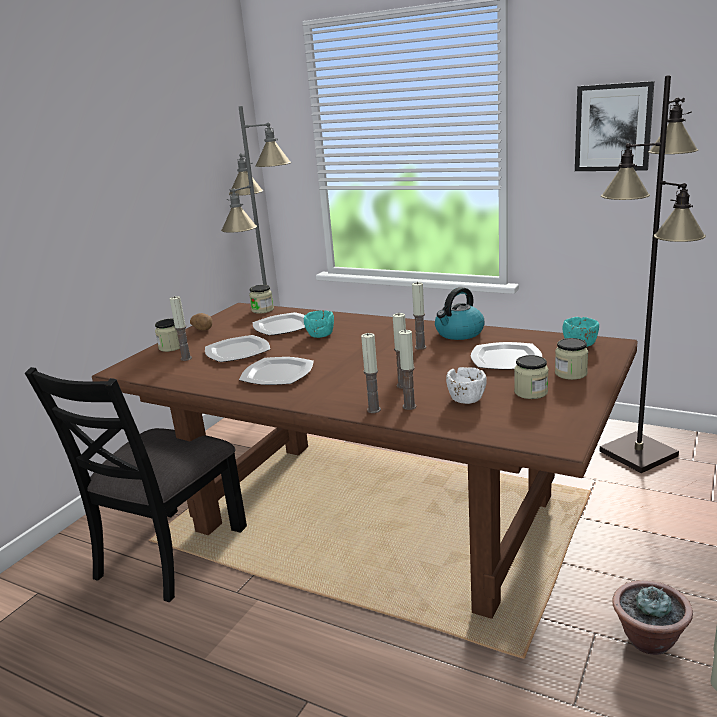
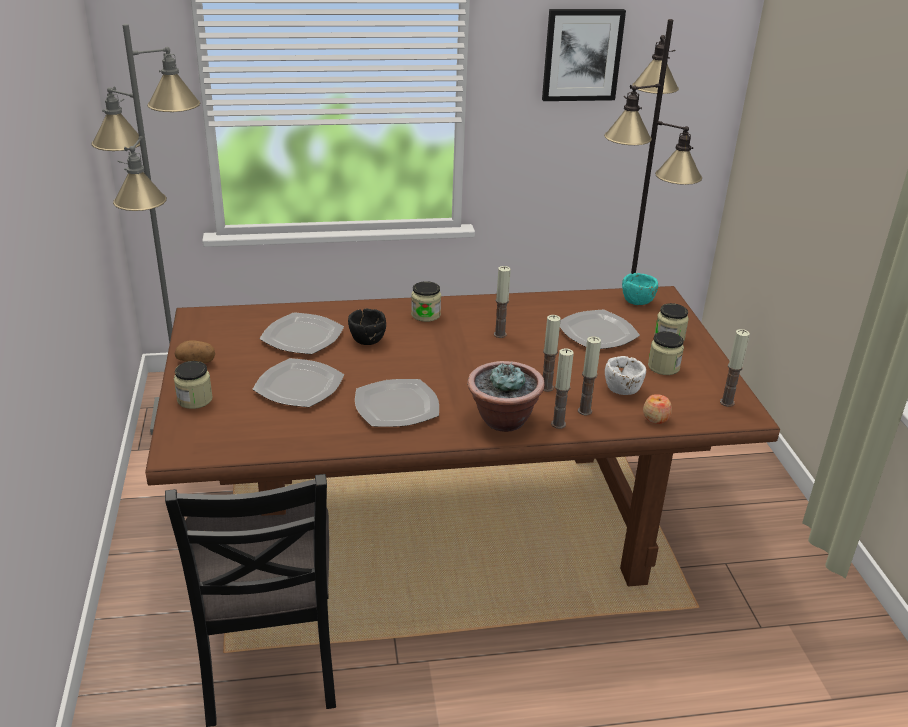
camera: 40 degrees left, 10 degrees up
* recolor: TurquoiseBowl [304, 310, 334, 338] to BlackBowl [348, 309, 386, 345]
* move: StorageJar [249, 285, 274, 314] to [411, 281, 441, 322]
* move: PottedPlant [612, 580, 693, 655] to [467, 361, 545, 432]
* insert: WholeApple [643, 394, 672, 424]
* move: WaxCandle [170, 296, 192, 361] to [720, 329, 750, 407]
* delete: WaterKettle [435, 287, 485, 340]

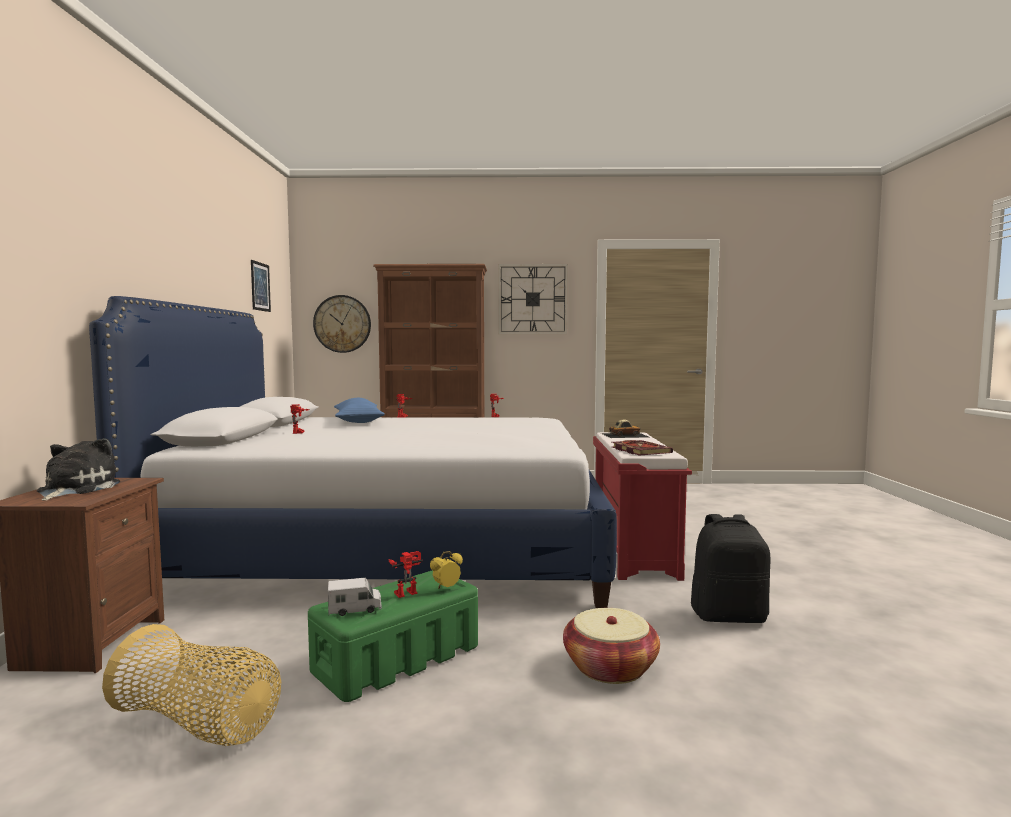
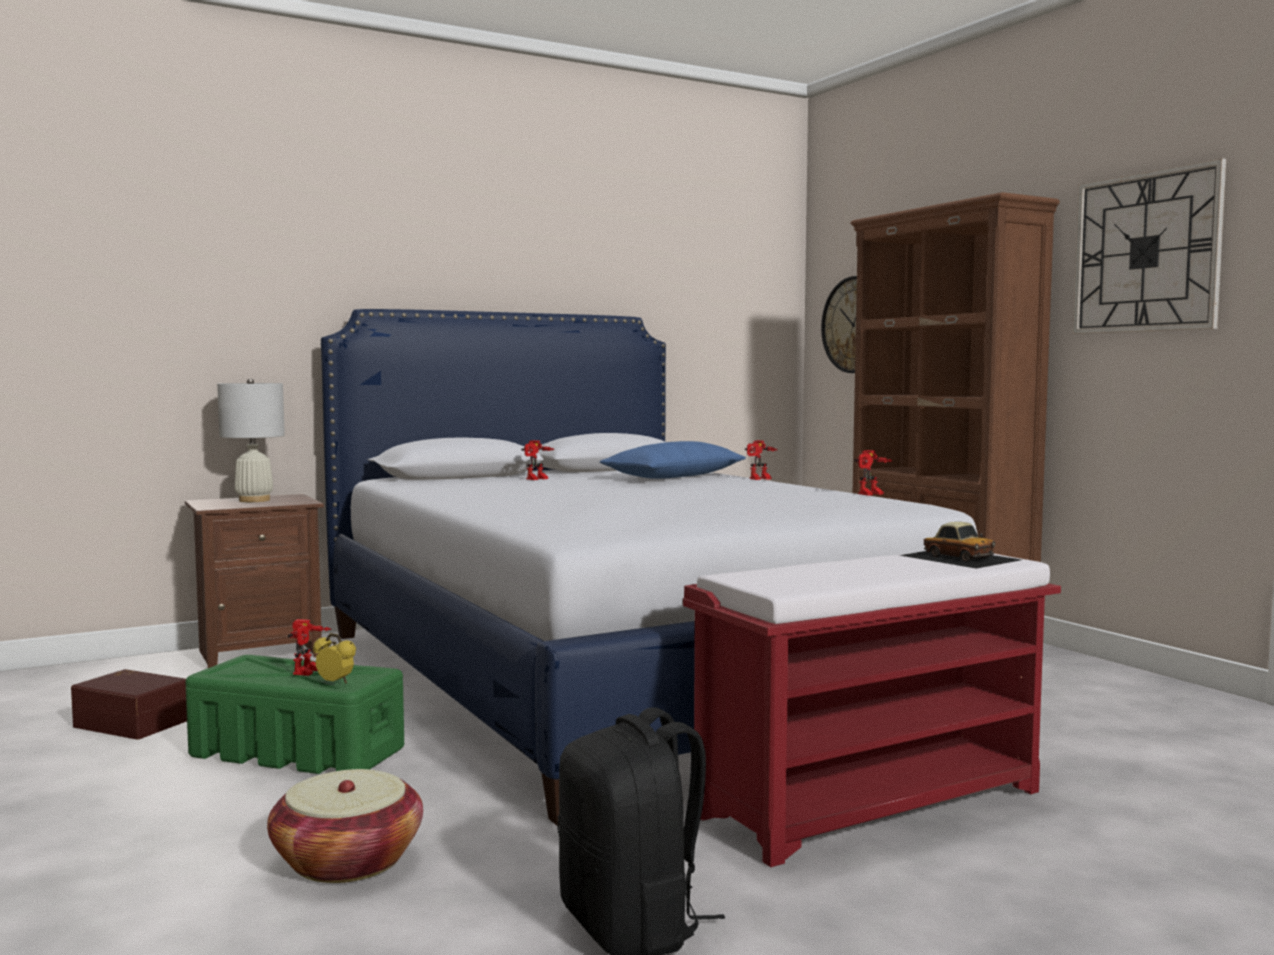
camera: 60 degrees right, 0 degrees up
* replace: StorageBasket [102, 624, 281, 746] to BrownStorageBin [71, 669, 187, 740]
* replace: CuddlyToy [37, 438, 120, 501] to WhitishTableLamp [217, 378, 285, 502]
* rotate: RobotFigure [388, 551, 423, 598] = [288, 619, 332, 676] 75 degrees clockwise
* delete: WallArt [251, 260, 271, 312]
* delete: ModelTruck [328, 578, 382, 616]
* delete: Volume [612, 440, 673, 456]

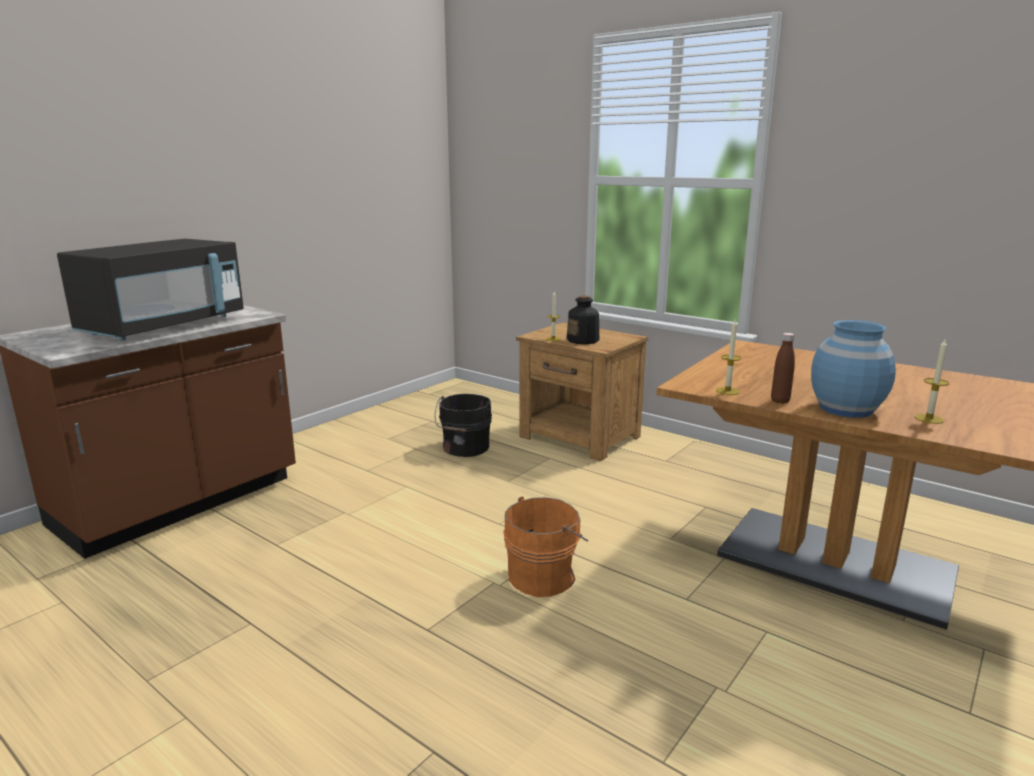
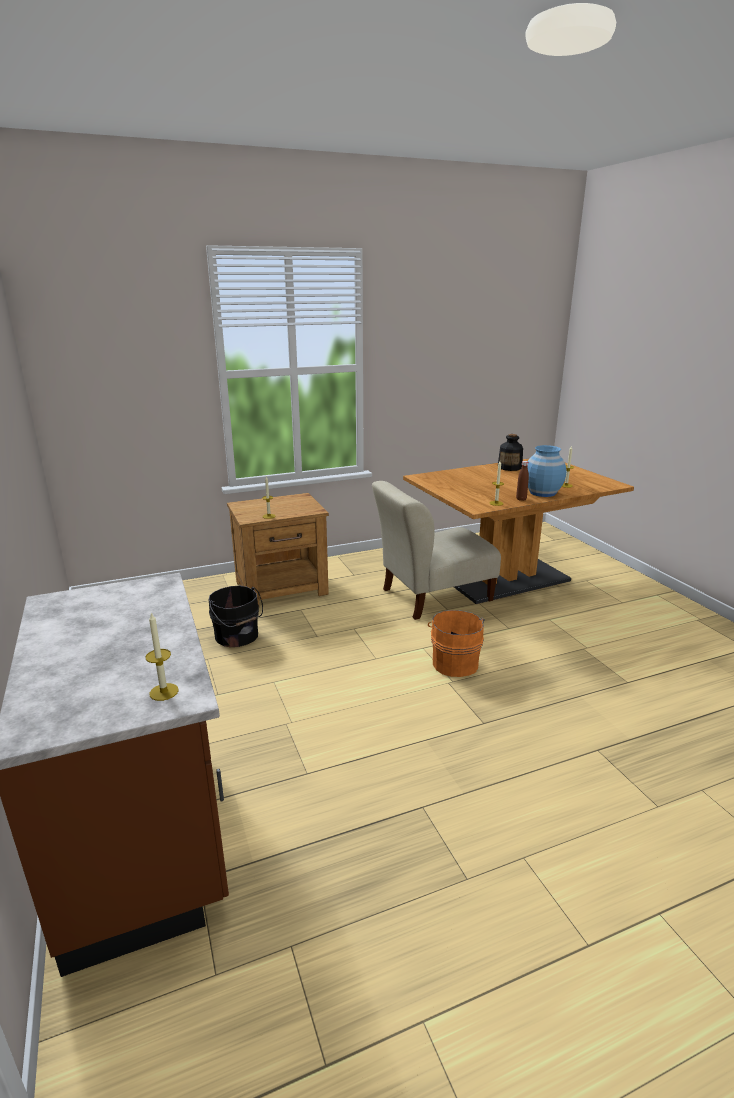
camera: 60 degrees left, 5 degrees up
* insert: WaxCandle [145, 613, 179, 701]
* insert: BeigeColouredPlainChair [372, 481, 501, 620]
* move: Bottle [567, 296, 599, 344] to [498, 434, 523, 471]
* delete: BlackKitchenMicrowave [57, 239, 244, 341]

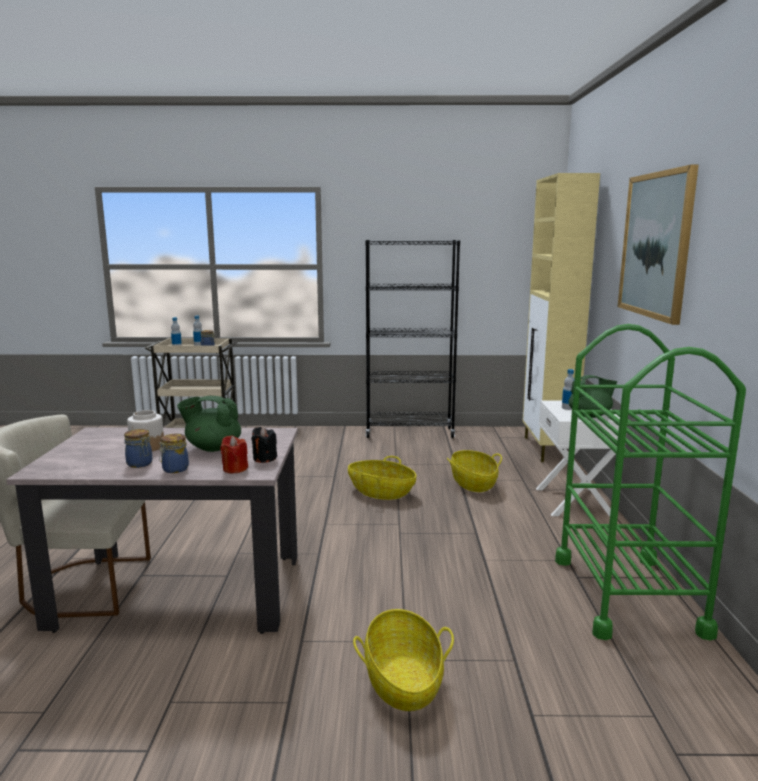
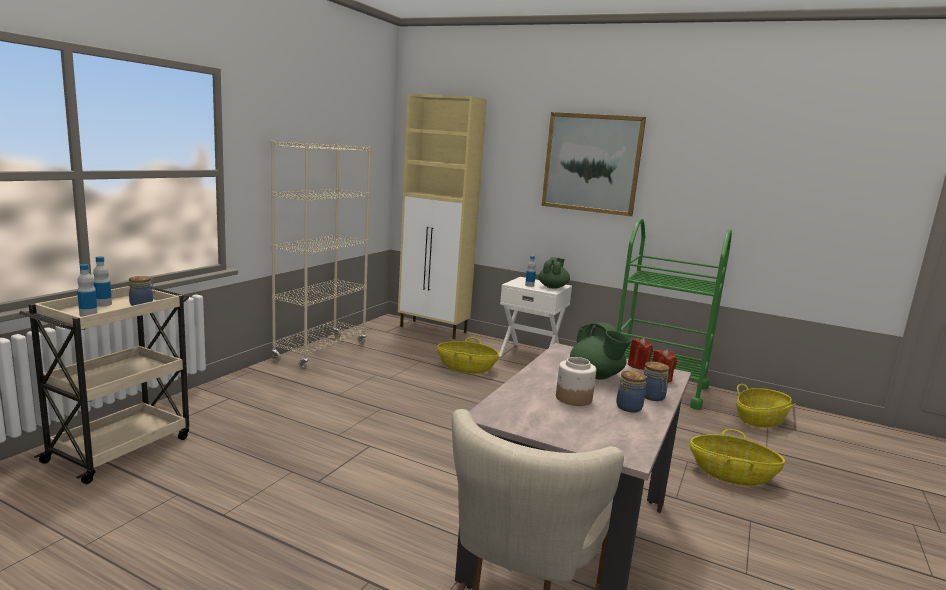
camera: 65 degrees left, 0 degrees up
* recolor: BlackShelvingUnit [365, 240, 460, 438] to BeigeColouredShelvingUnit [271, 141, 371, 369]
* rotate: GreenTeapot [177, 396, 241, 452] = [570, 322, 631, 379] 60 degrees counterclockwise
* recolor: BlackWaxCandle [252, 427, 277, 463] to ReddishWaxCandle [628, 338, 653, 370]
* move: StorageBasket [348, 456, 417, 500] to [736, 384, 796, 428]

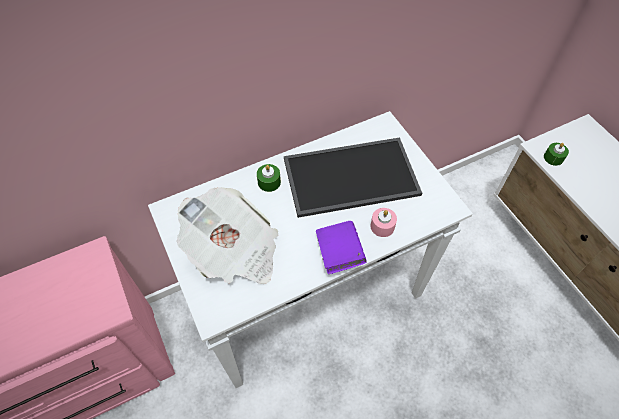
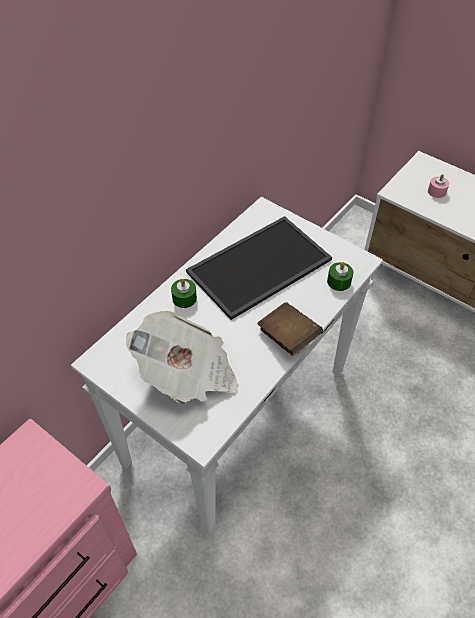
camera: 25 degrees left, 5 degrees down
* recolor: PurpleColouredVolume [316, 221, 367, 274] to BrownVolume [257, 302, 323, 356]
* move: GreenWaxCandle [544, 143, 569, 166] to [327, 262, 353, 291]
* move: PinkColouredWaxCandle [370, 208, 397, 237] to [428, 174, 449, 198]

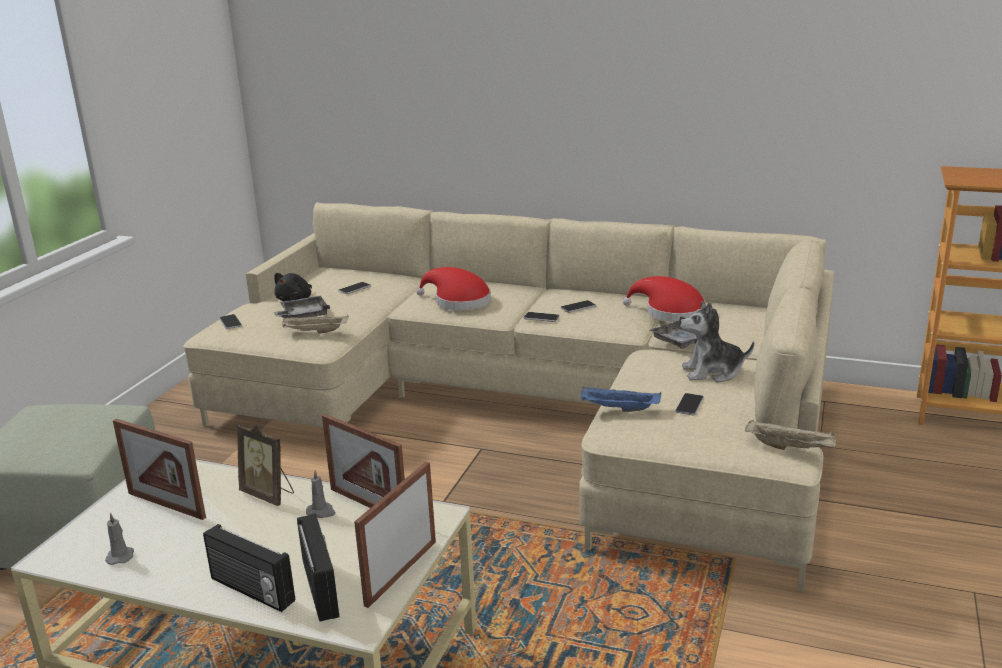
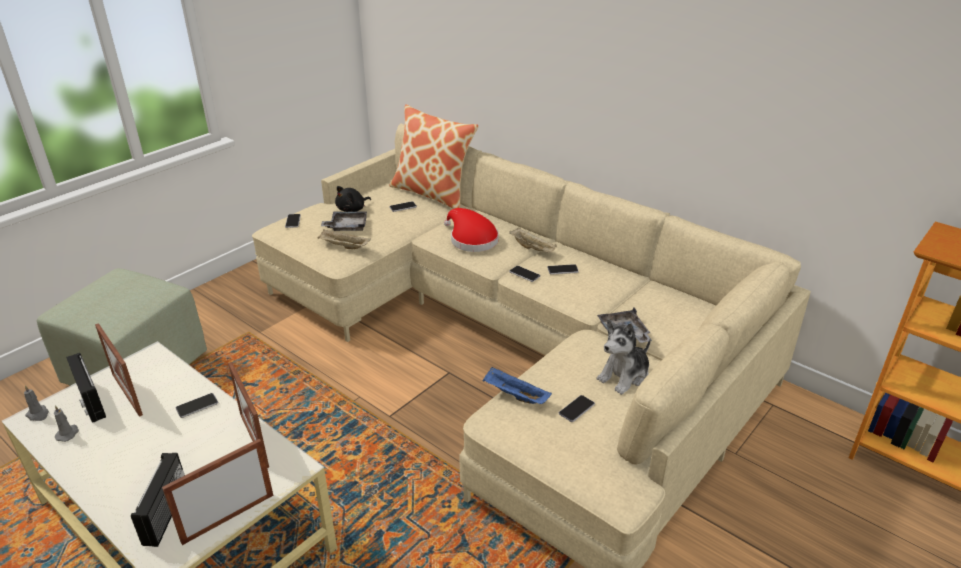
camera: 20 degrees right, 10 degrees up
* move: GreyWaxCandle [306, 470, 336, 518] to [24, 385, 49, 421]
* move: Radio [203, 524, 295, 612] to [66, 353, 106, 423]
* replace: PictureFrame [237, 424, 294, 506] to Telephone [176, 393, 218, 418]
* insert: Pillow [389, 104, 479, 209]
* move: BeigeColouredCarryingTray [745, 419, 836, 450] to [509, 228, 557, 253]
* rotate: CuddlyToy [680, 301, 754, 383] = [597, 319, 651, 395] 60 degrees counterclockwise
* delete: ReddishWearableHat [623, 276, 706, 322]

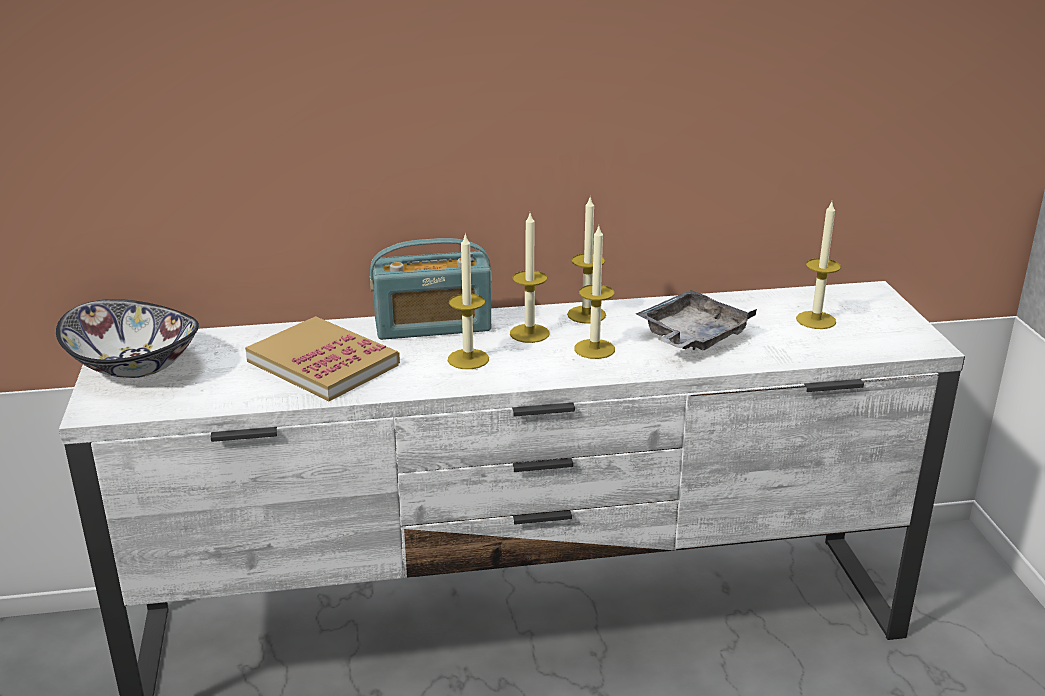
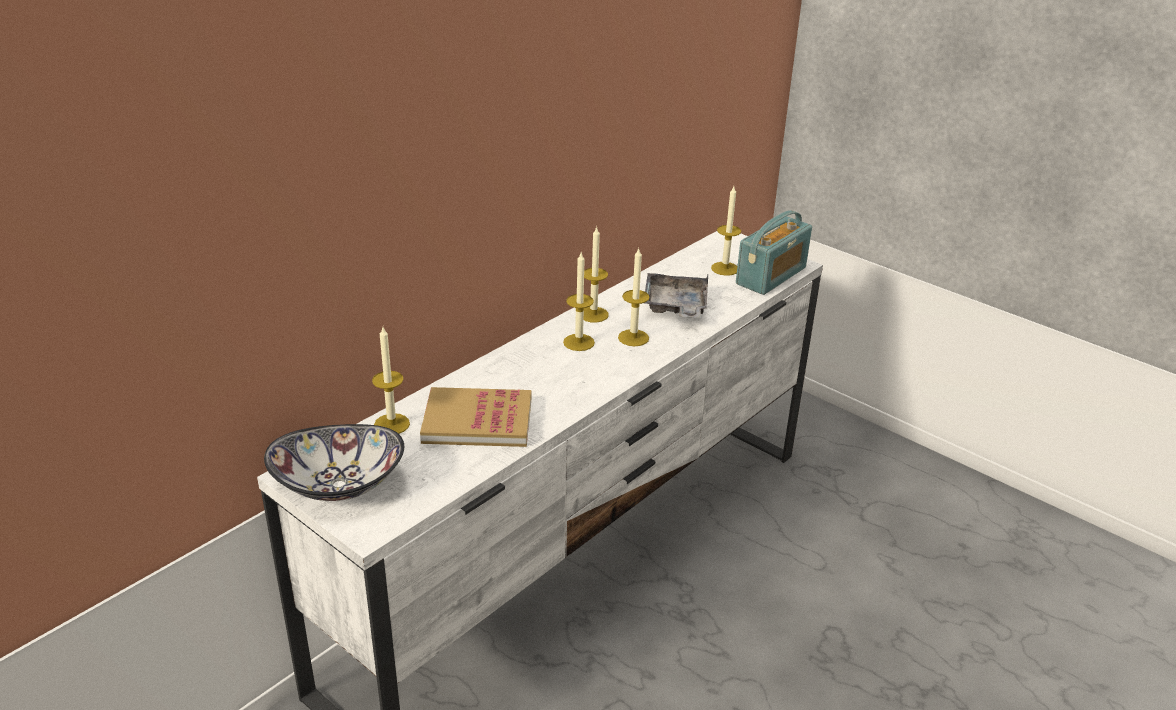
camera: 40 degrees left, 5 degrees up
* move: WaxCandle [448, 233, 489, 369] to [372, 327, 410, 434]
* move: Radio [370, 238, 491, 340] to [736, 210, 812, 295]

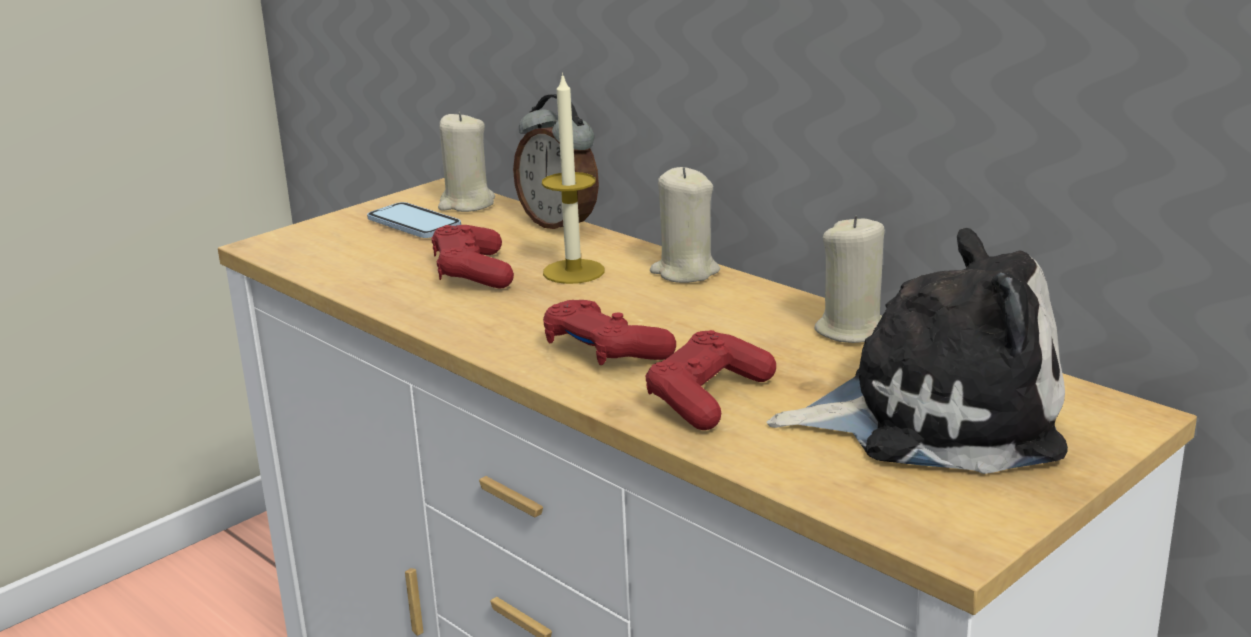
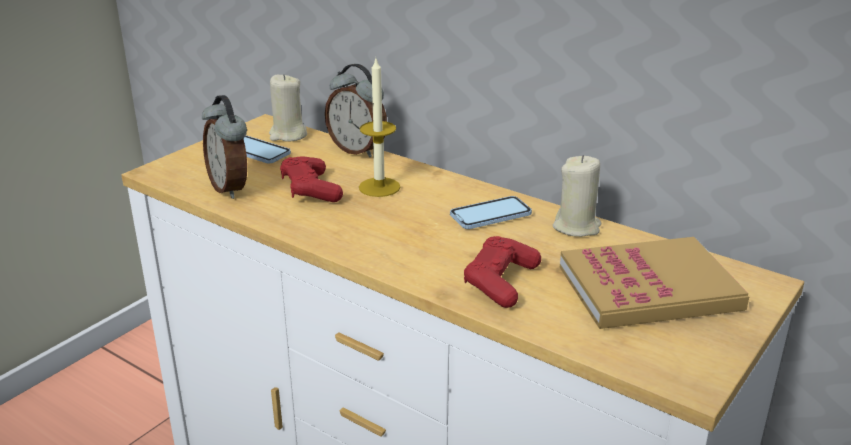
camera: 10 degrees left, 5 degrees up
* insert: AlarmClock [202, 95, 247, 199]
* insert: Telephone [450, 196, 532, 229]
* replace: CuddlyToy [766, 228, 1068, 474] to Volume [560, 237, 749, 329]
* delete: ReddishJoypad [543, 300, 676, 365]
* delete: BeigeColouredWaxCandle [650, 167, 720, 283]

